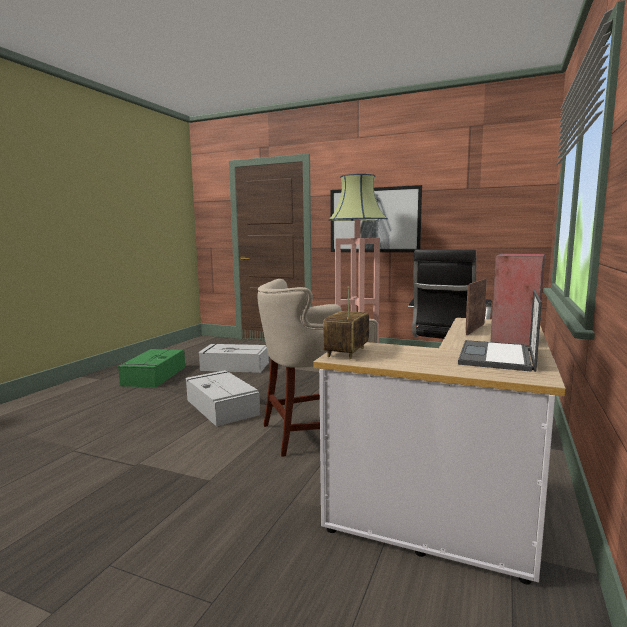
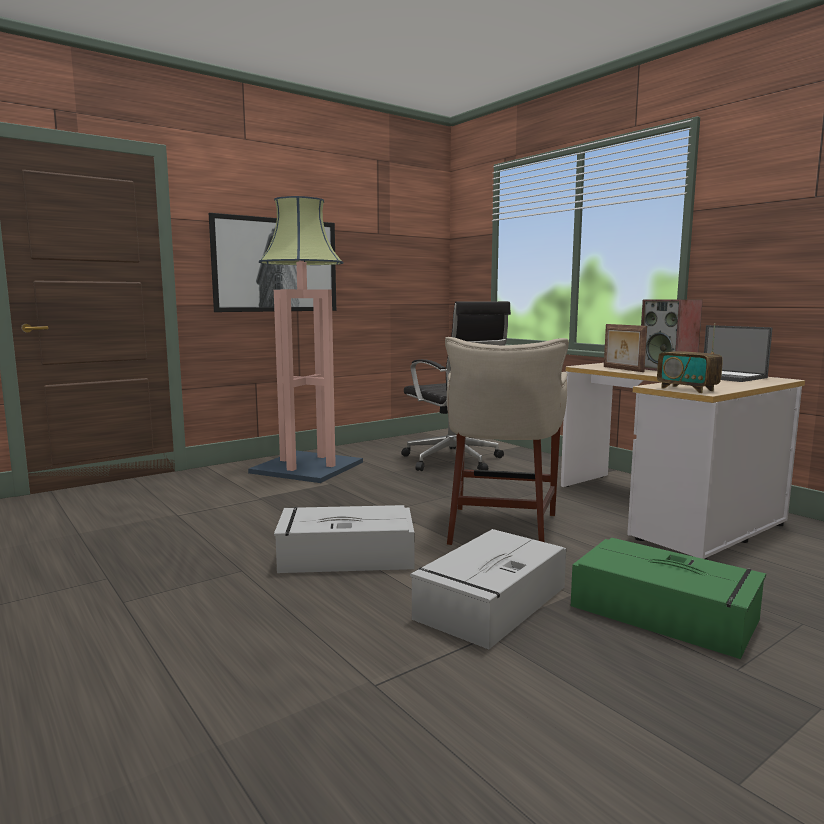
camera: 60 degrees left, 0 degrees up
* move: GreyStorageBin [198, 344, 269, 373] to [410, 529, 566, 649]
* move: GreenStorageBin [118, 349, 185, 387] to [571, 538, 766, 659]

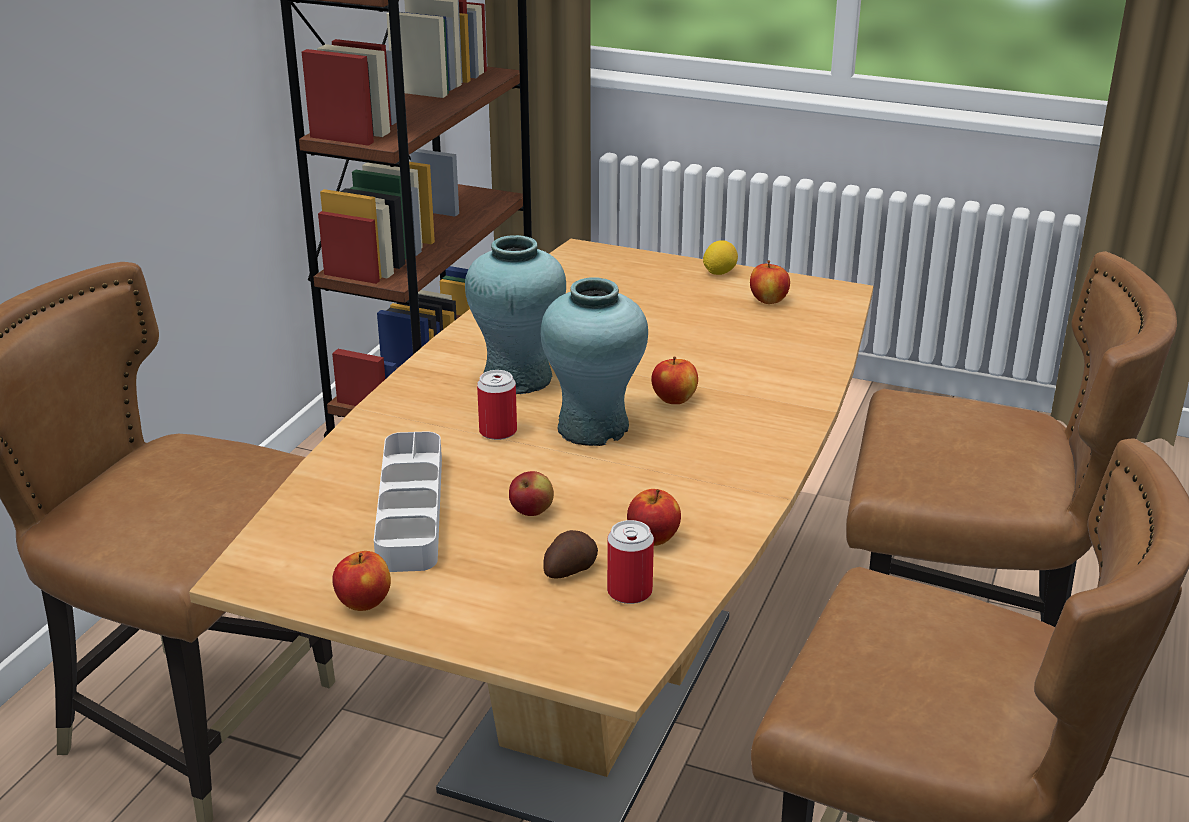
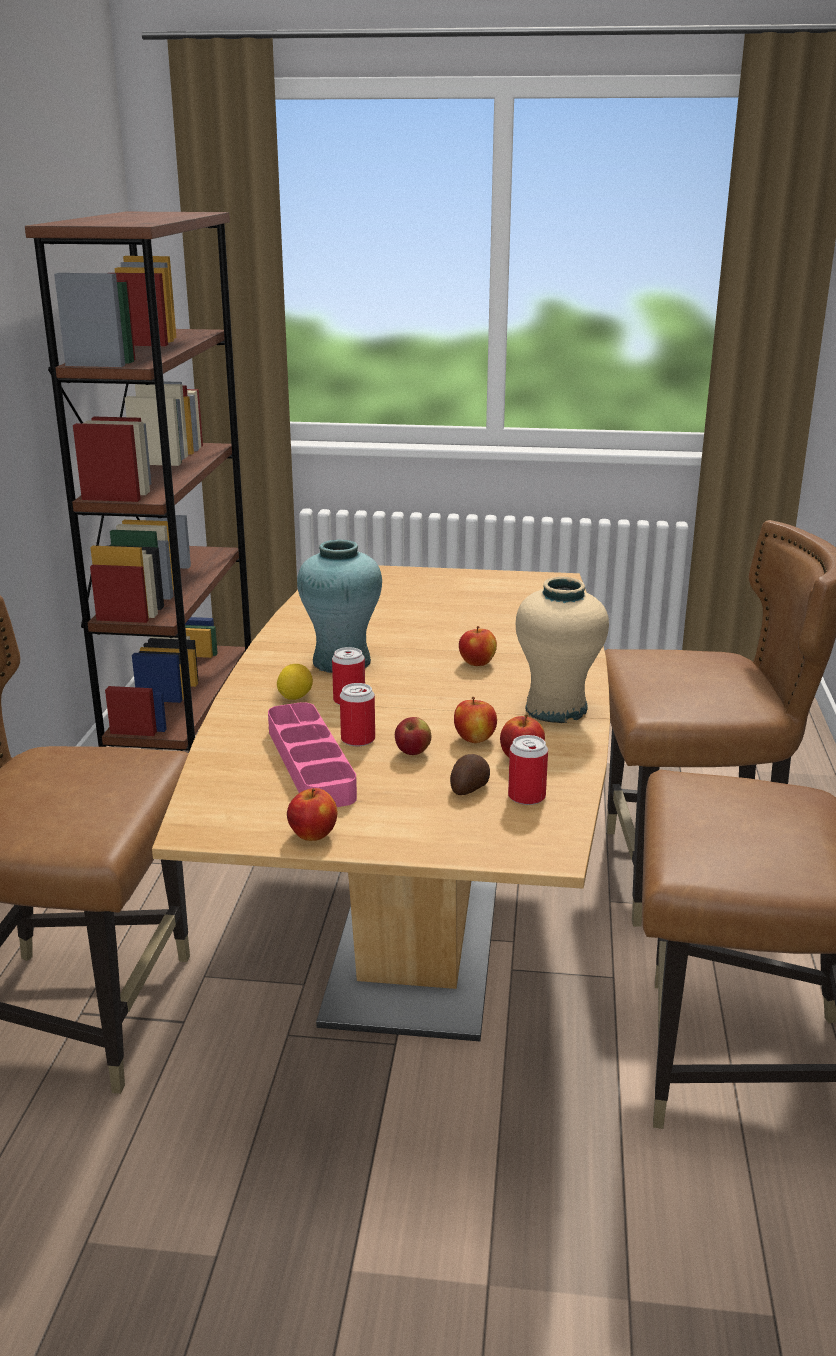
camera: 15 degrees left, 5 degrees down
* recolor: GreyCarryingTray [374, 431, 442, 572] to PinkColouredCarryingTray [268, 702, 357, 807]
* move: Lemon [703, 240, 738, 275] to [277, 664, 313, 700]
* insert: MetalCan [340, 683, 375, 746]
* move: WholeApple [750, 260, 790, 304] to [454, 697, 497, 743]
* insert: BeigeColouredVase [516, 577, 609, 723]
* delete: TurquoiseVase [541, 277, 648, 446]

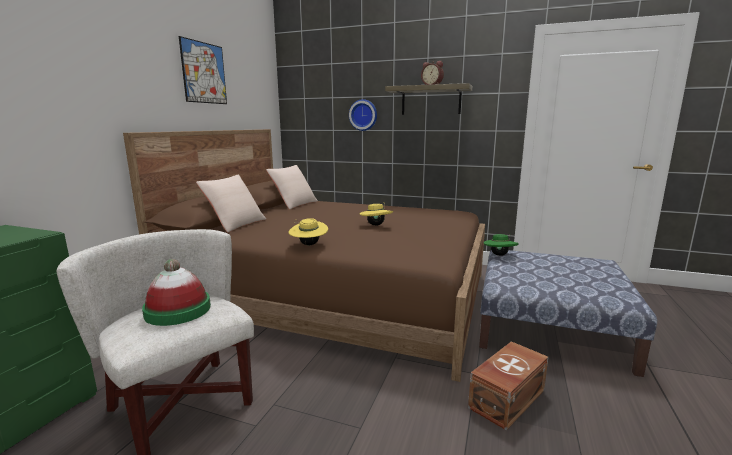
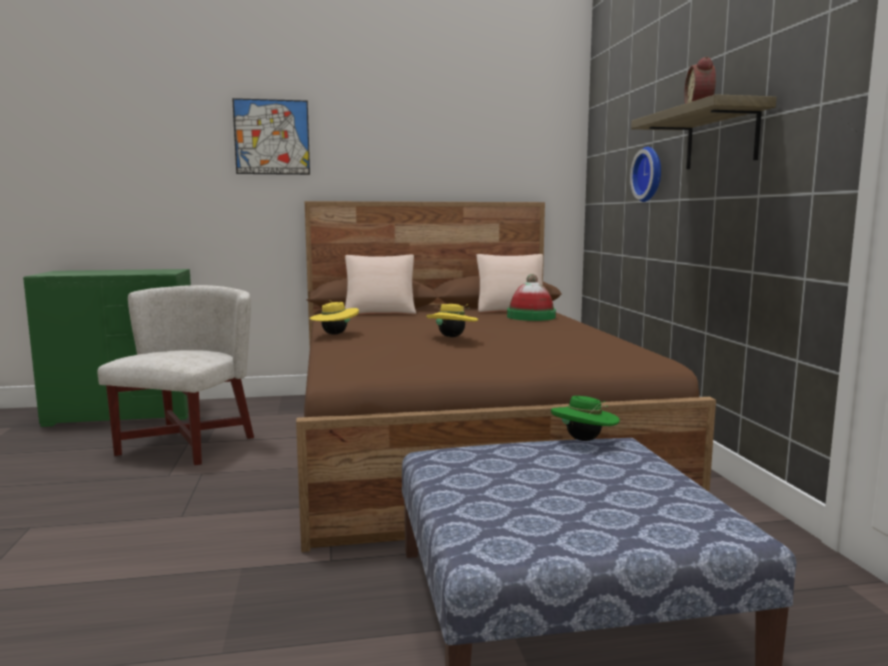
camera: 60 degrees right, 5 degrees down
* move: WallArt [179, 36, 227, 104] to [232, 98, 310, 175]
* move: WearableHat [142, 259, 211, 326] to [507, 274, 556, 321]
* delete: BrownStorageBin [468, 341, 548, 430]

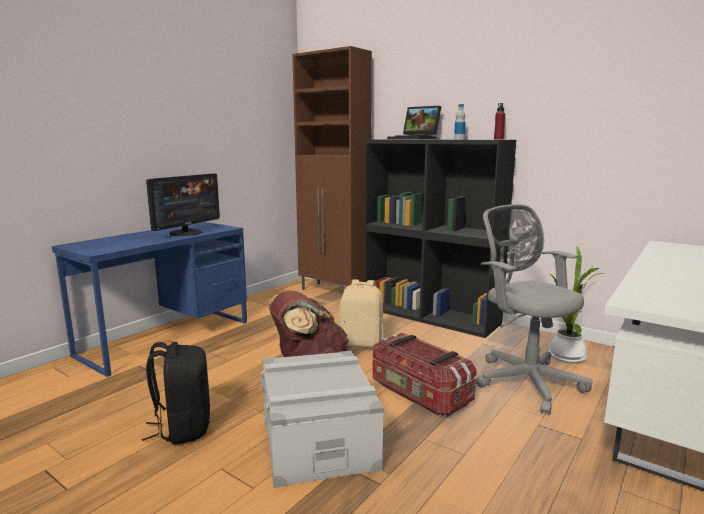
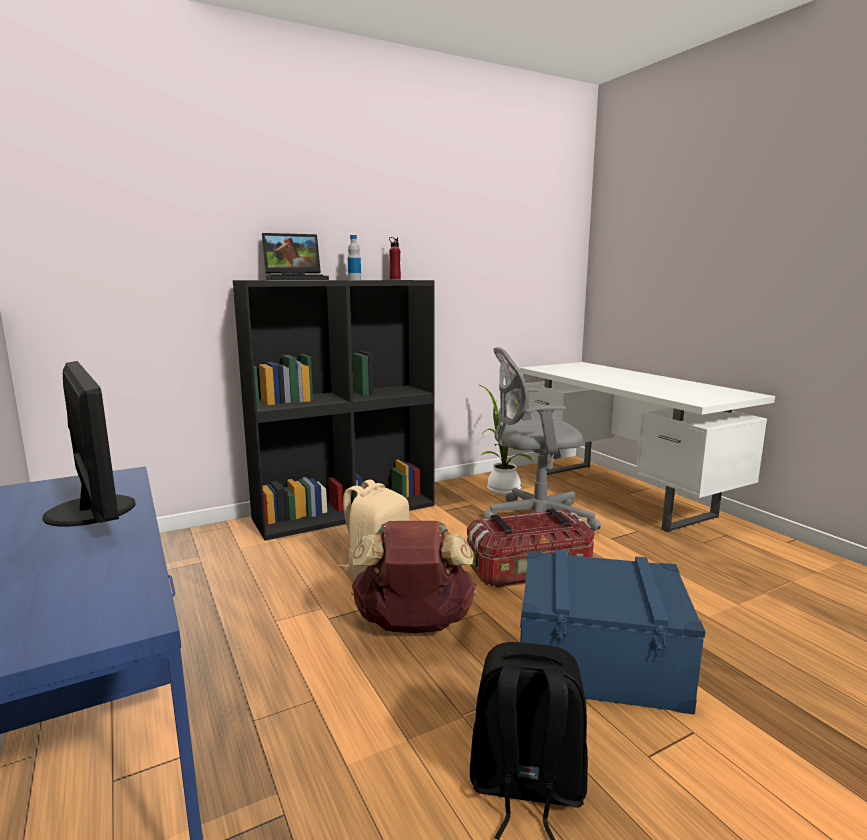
camera: 65 degrees left, 0 degrees up
* recolor: GreyStorageBin [260, 351, 384, 488] to BlueStorageBin [520, 549, 705, 715]
* delete: BrownCupboard [292, 46, 372, 290]

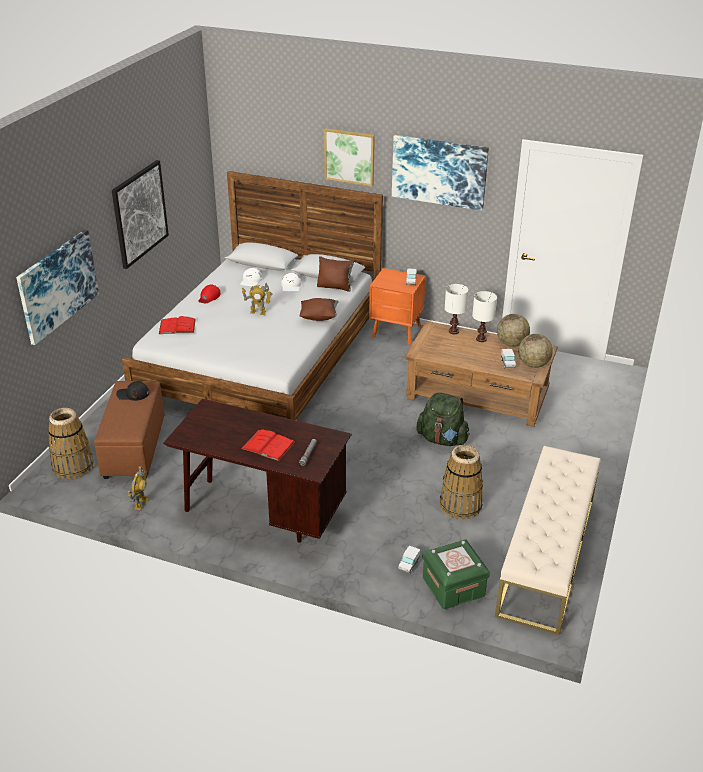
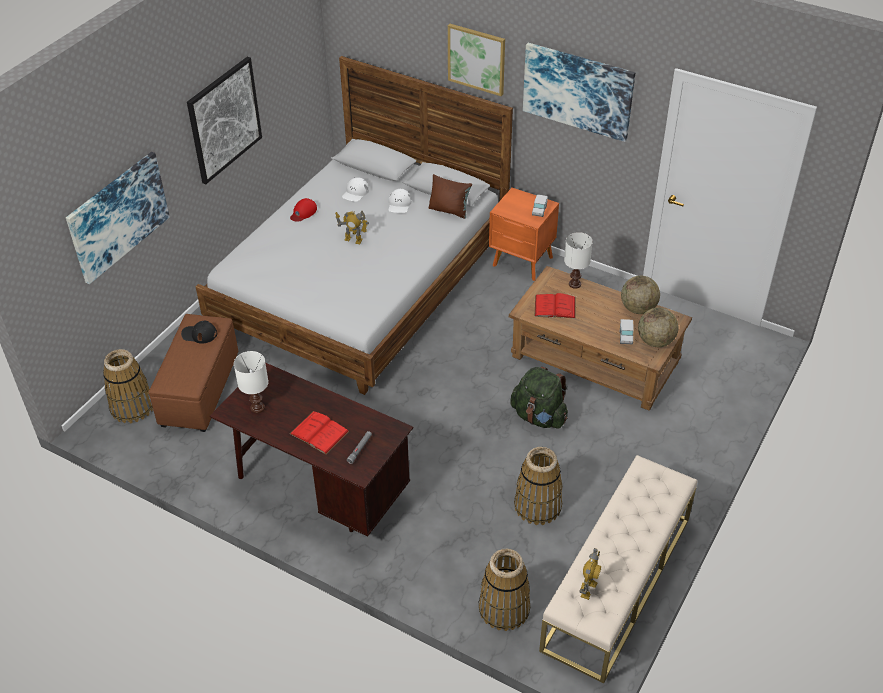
camera: 10 degrees right, 10 degrees up
* move: WhitishTableLamp [472, 291, 497, 342] to [234, 351, 269, 413]
* replace: GreenStorageBin [422, 539, 490, 609] to StorageBasket [478, 549, 531, 631]
* move: ReddishVolume [159, 316, 196, 334] to [534, 293, 576, 319]
* move: RobotFigure [128, 466, 149, 510] to [579, 548, 601, 600]
* delete: BrownPillow [300, 298, 339, 321]
* delete: ModelTruck [398, 546, 421, 573]

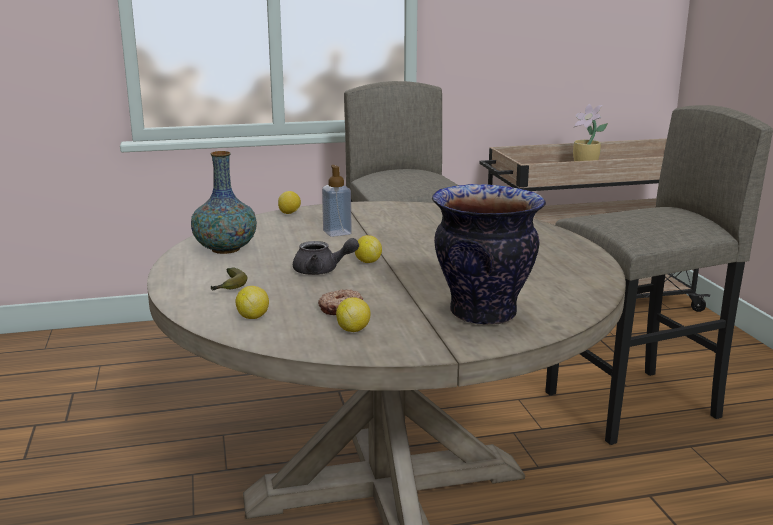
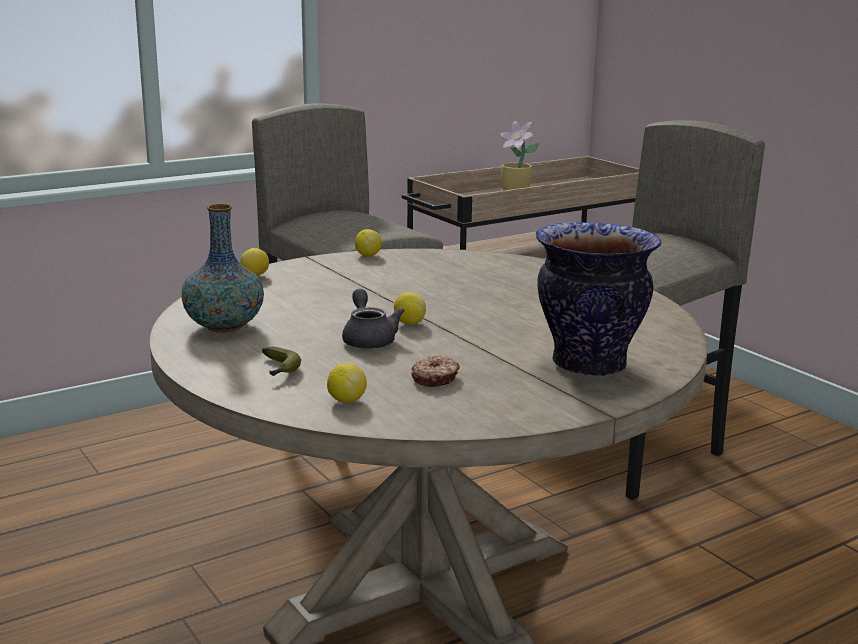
camera: 20 degrees left, 0 degrees up
* rotate: GreyTeapot [293, 238, 359, 275] = [342, 289, 405, 349] 90 degrees counterclockwise
* move: Lemon [336, 297, 370, 332] to [355, 229, 382, 256]
* delete: SoapDispenser [322, 165, 352, 237]

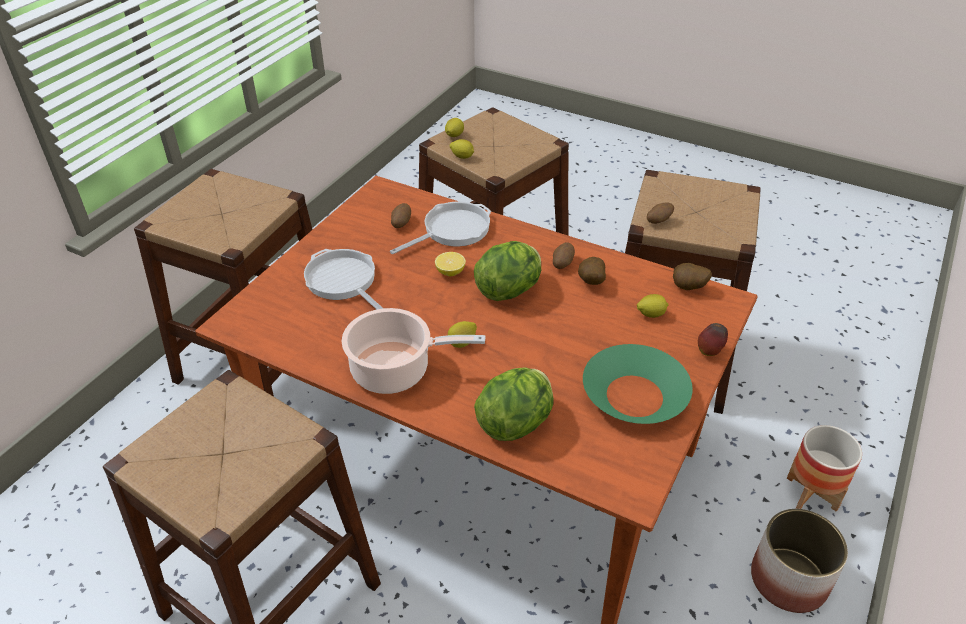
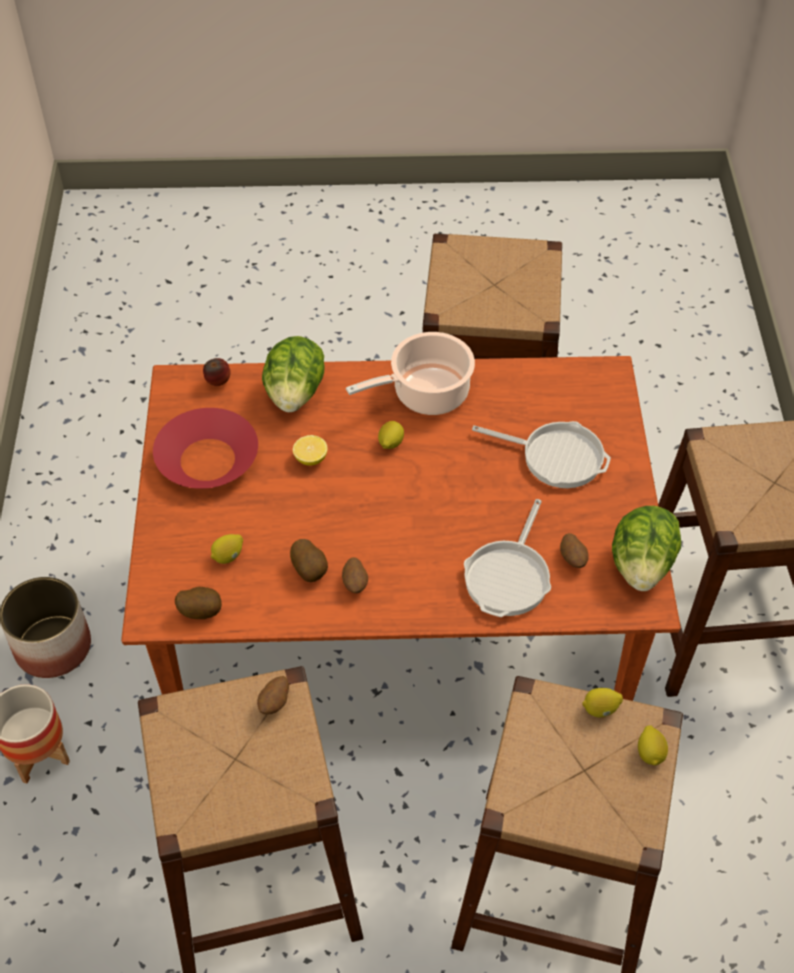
camera: 150 degrees right, 10 degrees up
* recolor: GreenBowl [583, 344, 693, 424] to ReddishBowl [153, 408, 258, 489]
* move: WholeApple [698, 323, 728, 356] to [203, 358, 231, 386]
* move: Lemon [435, 252, 466, 276] to [293, 435, 328, 466]
* move: HeadOfLettuce [474, 241, 542, 301] to [612, 506, 681, 591]

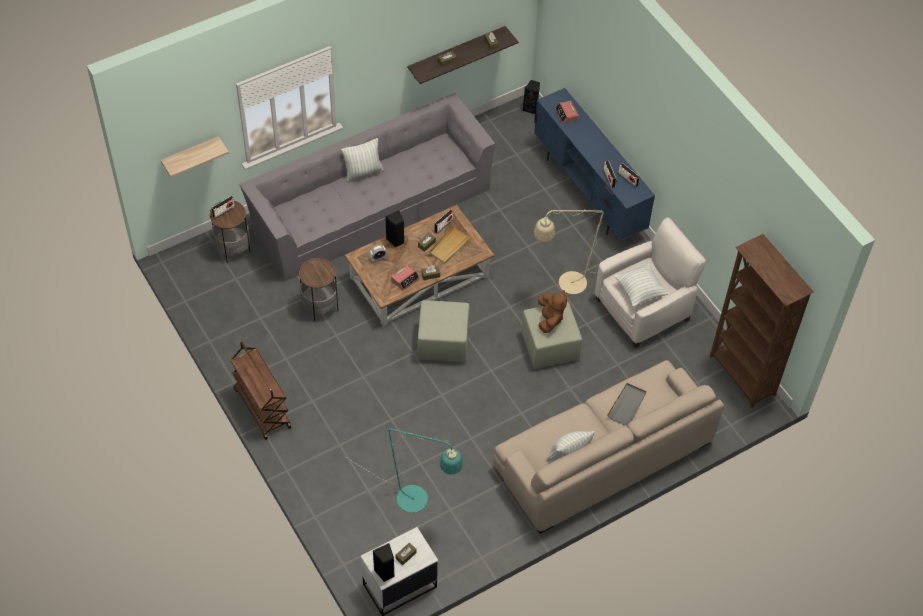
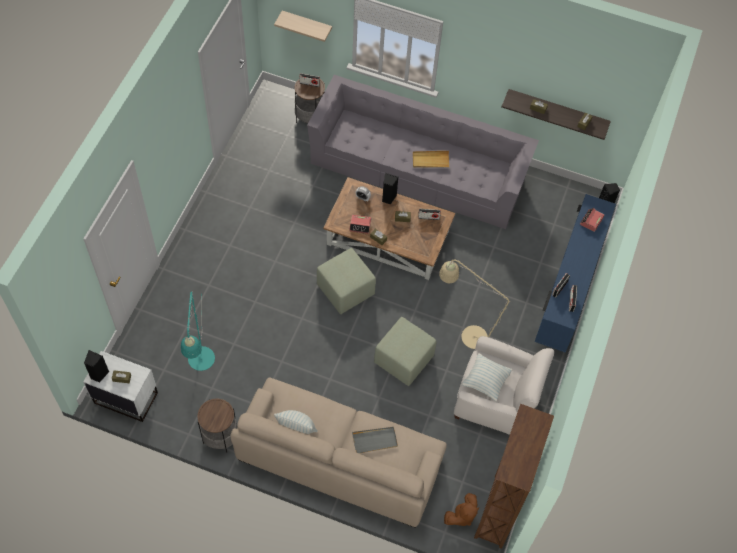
camera: 50 degrees right, 5 degrees up
* move: AccentTable [299, 258, 339, 322] to [198, 399, 238, 453]
* move: BeigeColouredCarryingTray [429, 225, 471, 263] to [413, 151, 450, 168]
* move: BrownCuddlyToy [538, 290, 567, 333] to [444, 493, 479, 526]
* delete: BrownWheeledCart [230, 342, 291, 440]
* delete: Pillow [341, 138, 383, 181]

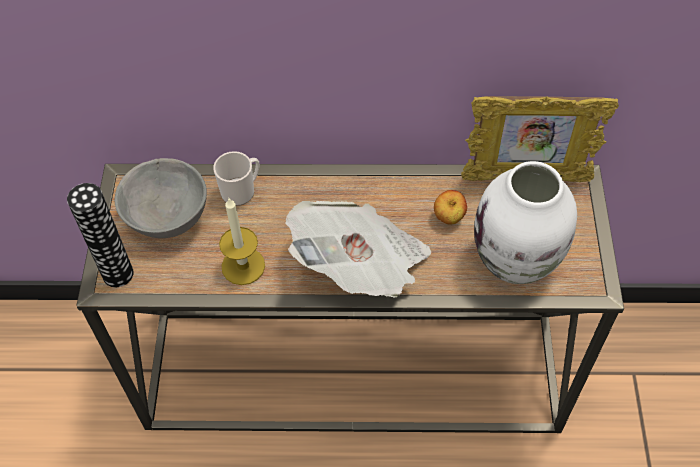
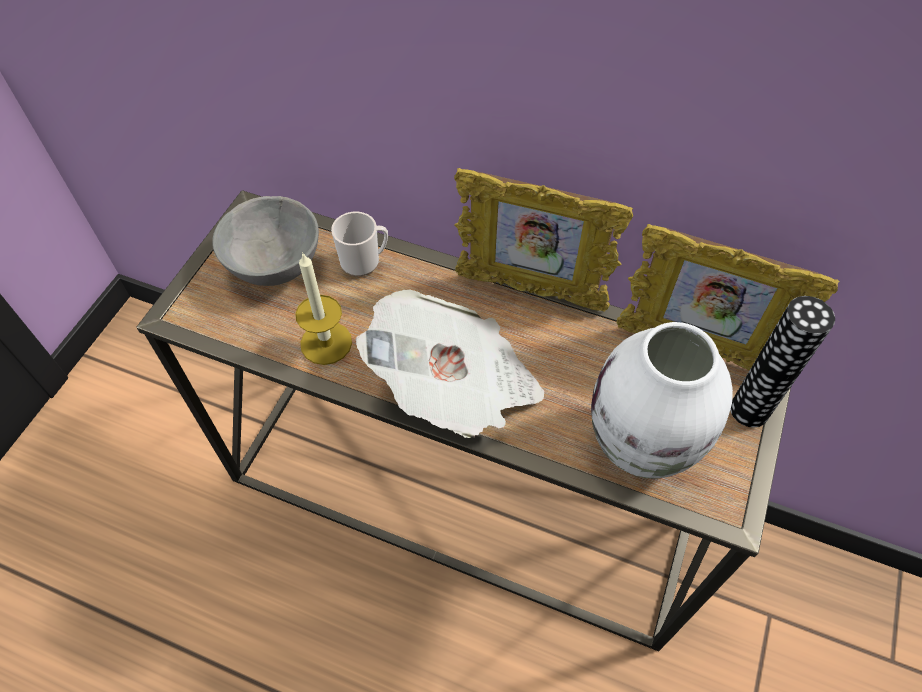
camera: 20 degrees right, 0 degrees up
* insert: PictureFrame [454, 168, 633, 312]
* move: Vase [67, 183, 134, 287] to [730, 296, 835, 427]
* delete: WholeApple [434, 190, 467, 225]

